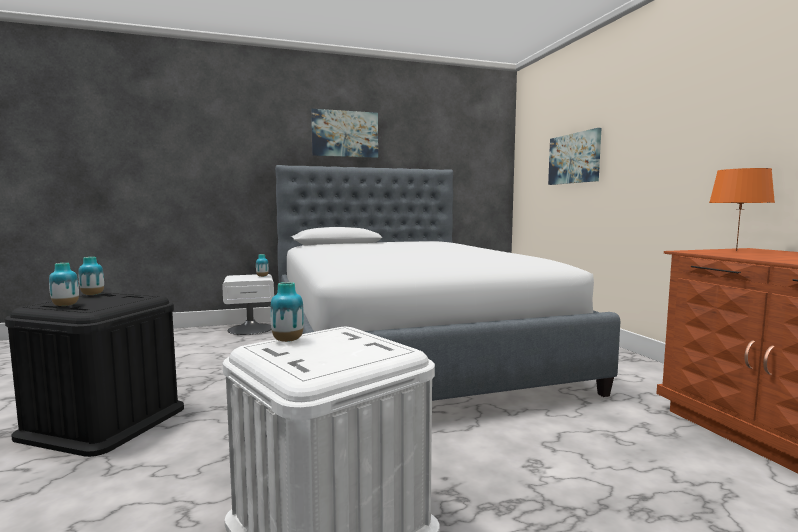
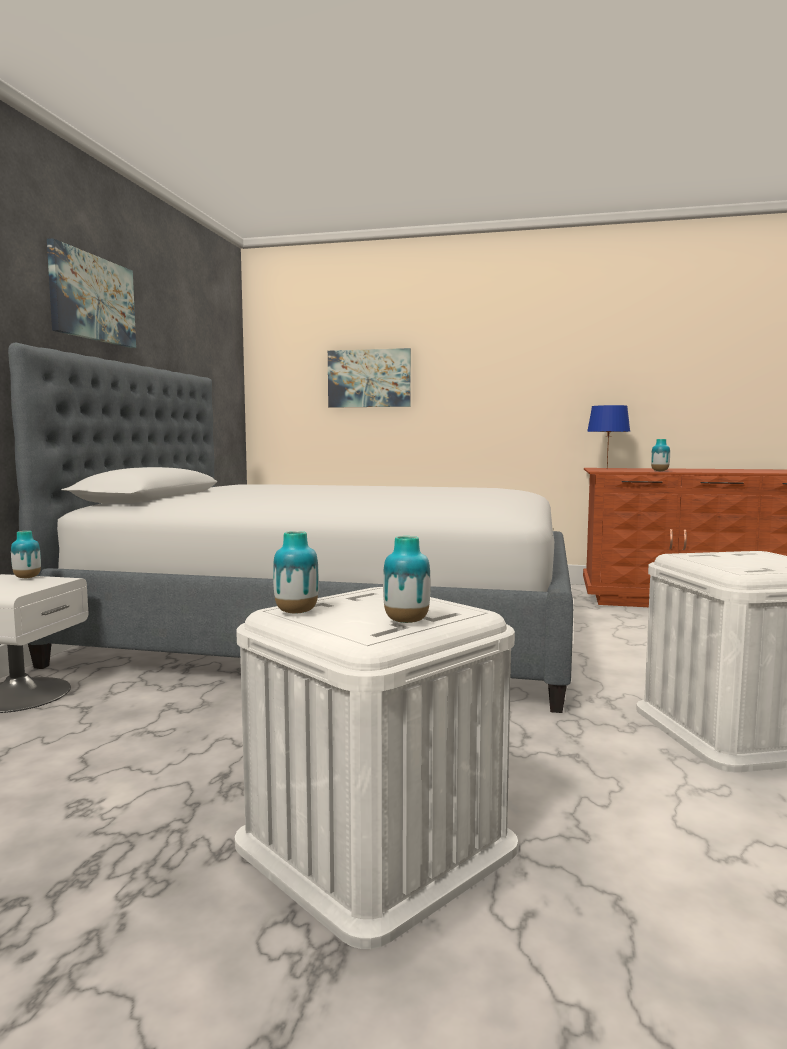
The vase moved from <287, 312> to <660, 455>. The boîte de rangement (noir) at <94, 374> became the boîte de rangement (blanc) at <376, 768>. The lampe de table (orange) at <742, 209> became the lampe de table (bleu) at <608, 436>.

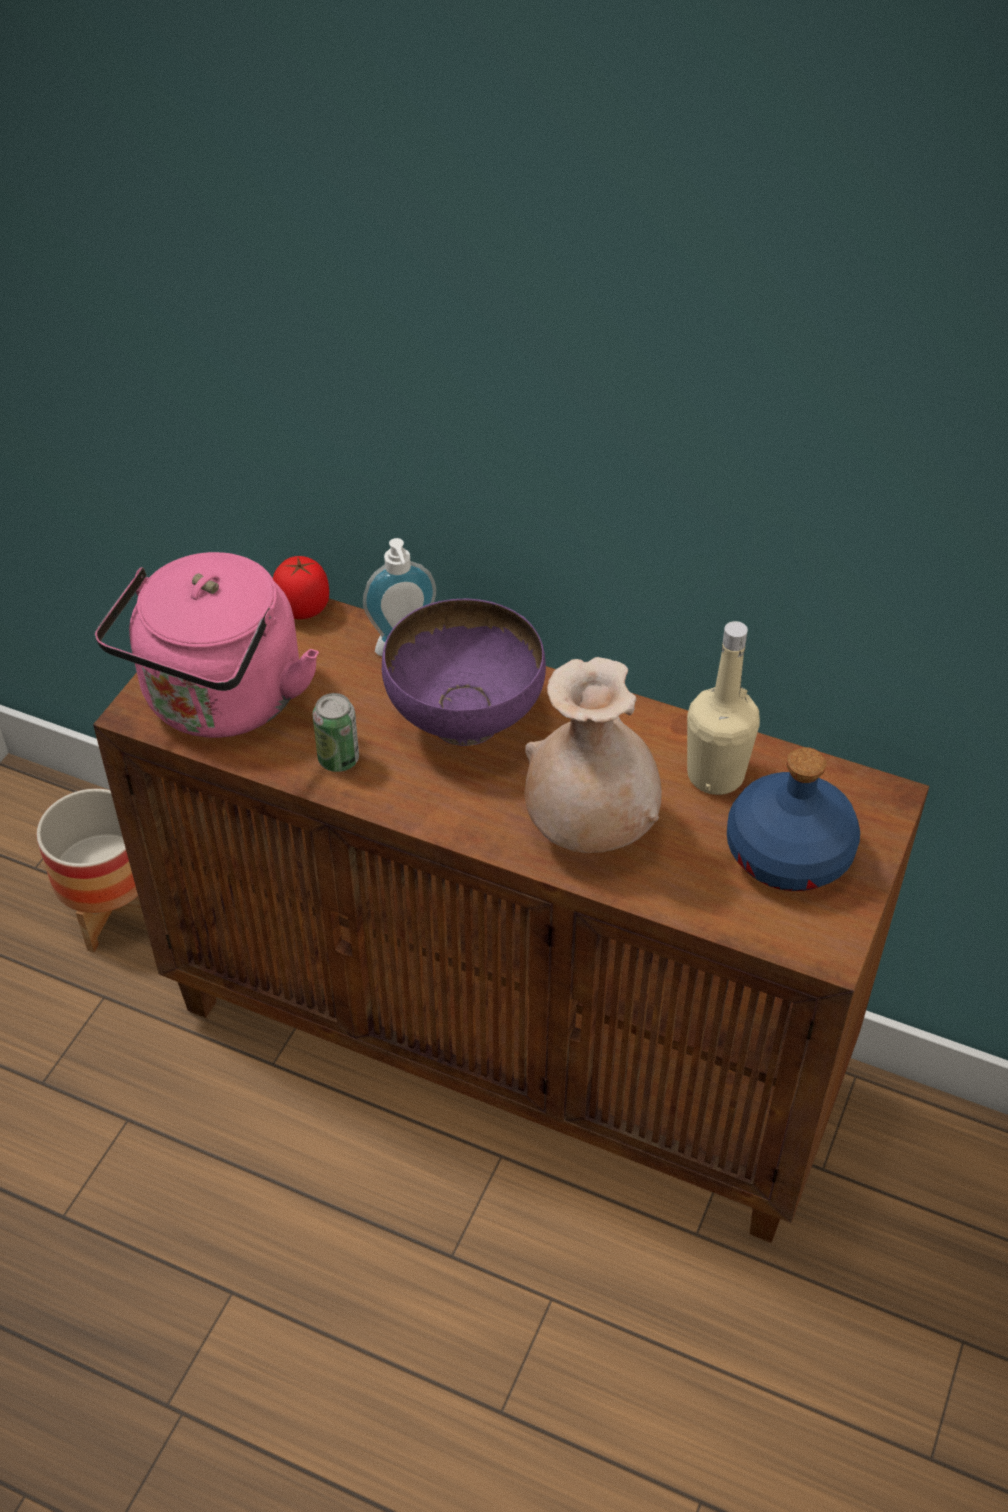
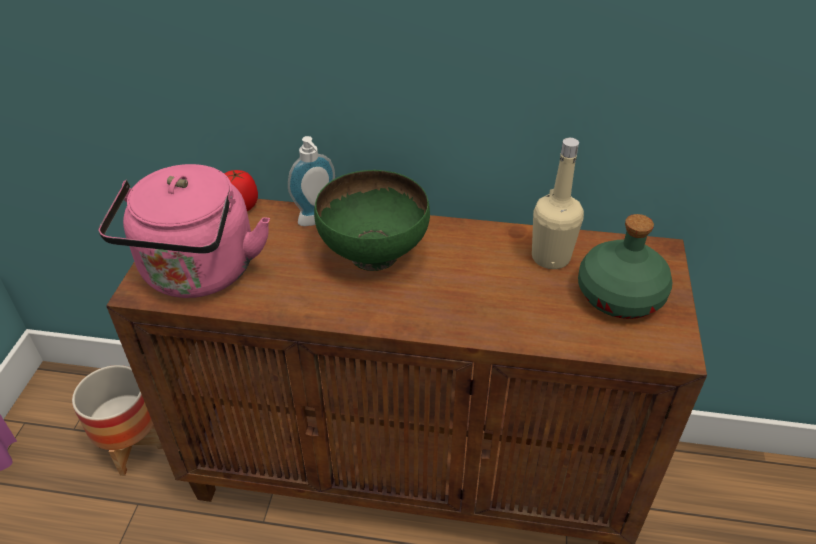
The boîte métallique at <336, 732> disappeared. The vase (beige) at <593, 755> disappeared. The bol (violet) at <464, 672> became the bol (vert) at <372, 220>. The bouteille (bleu) at <793, 819> became the bouteille (vert) at <625, 266>.

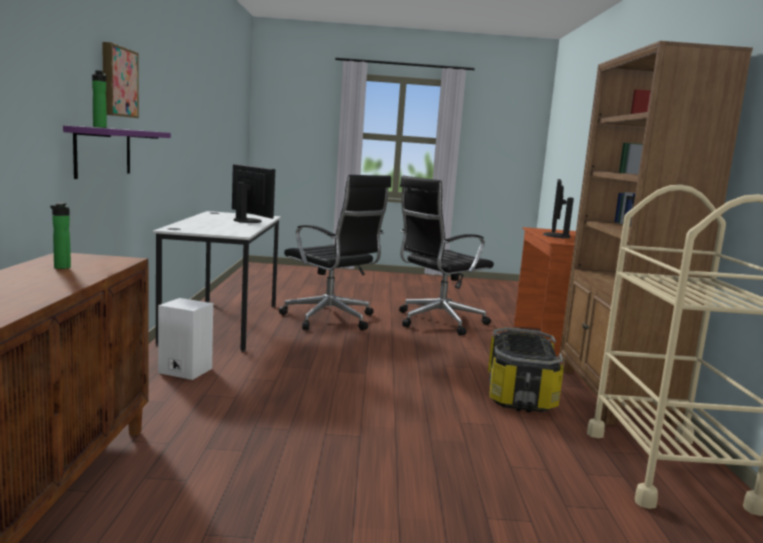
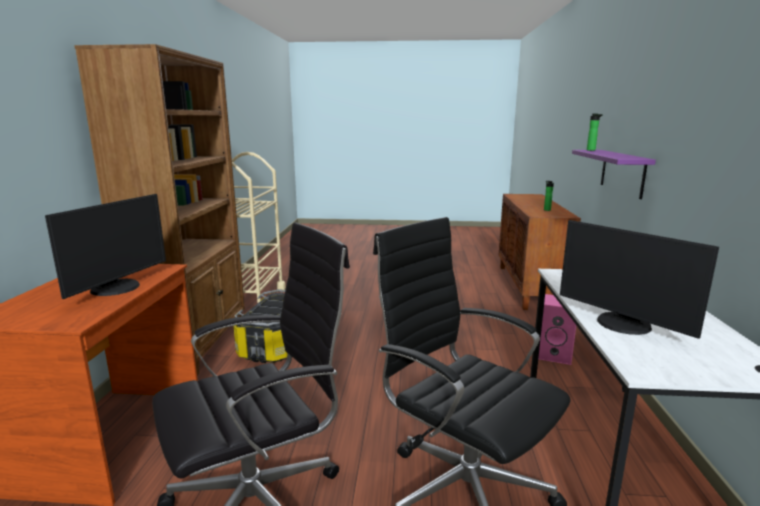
The tableau at <120, 80> disappeared. The enceinte (blanc) at <185, 339> became the enceinte (rose) at <557, 329>.

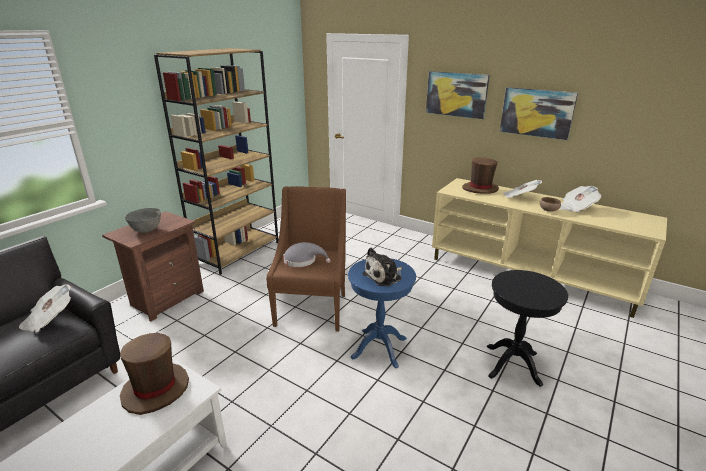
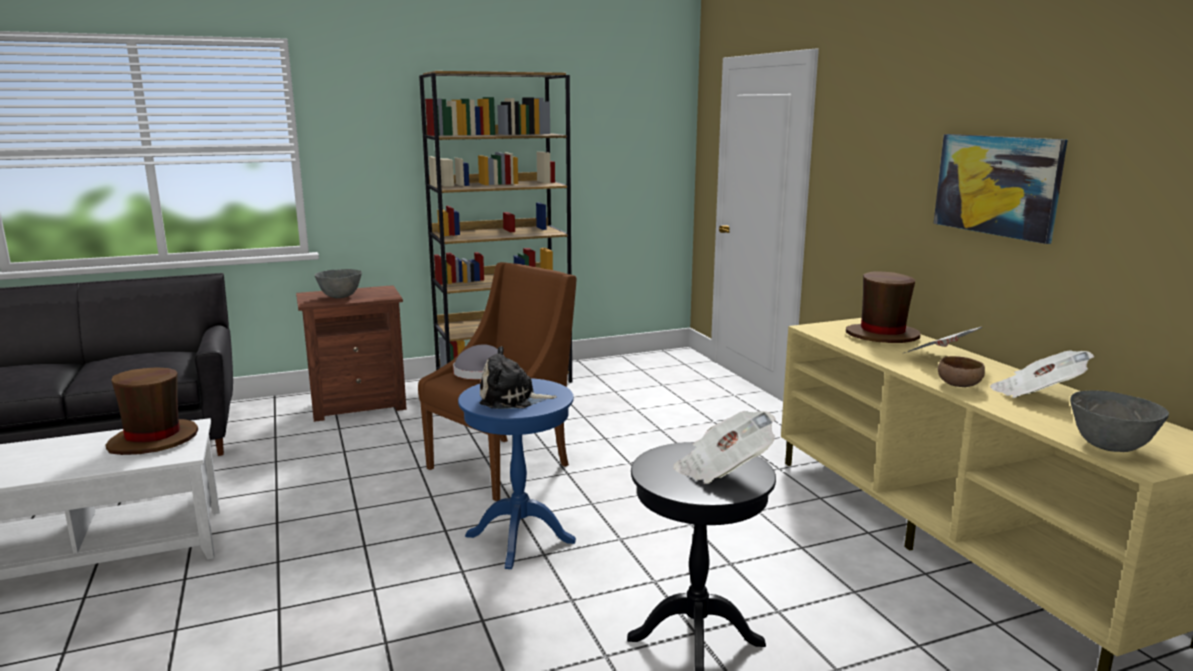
The tableau at <458, 95> disappeared. The bol (gris) at <1119, 421> appeared. The journal moved from <45, 308> to <725, 447>.

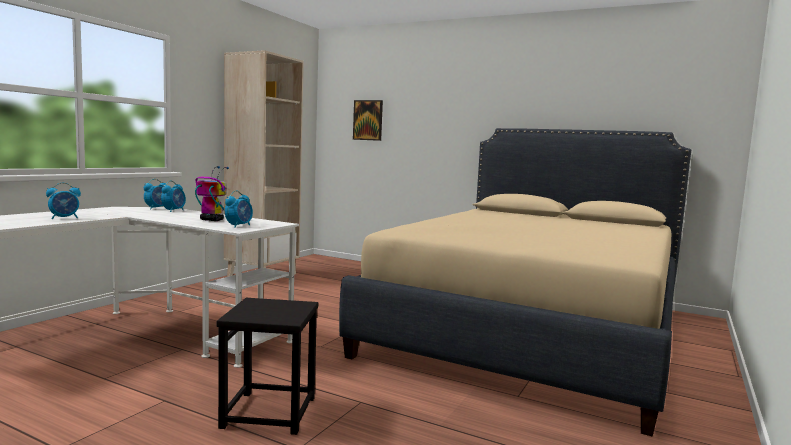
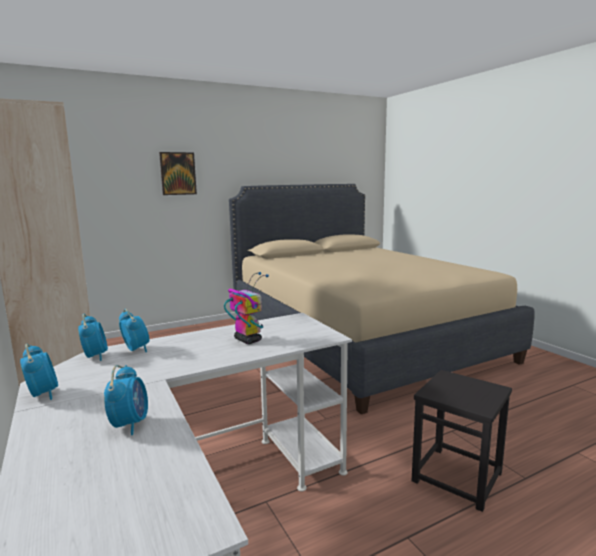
The réveil moved from <239, 209> to <39, 372>. The tableau moved from <368, 120> to <178, 173>. The robot jouet at <212, 193> turned 90 degrees clockwise.

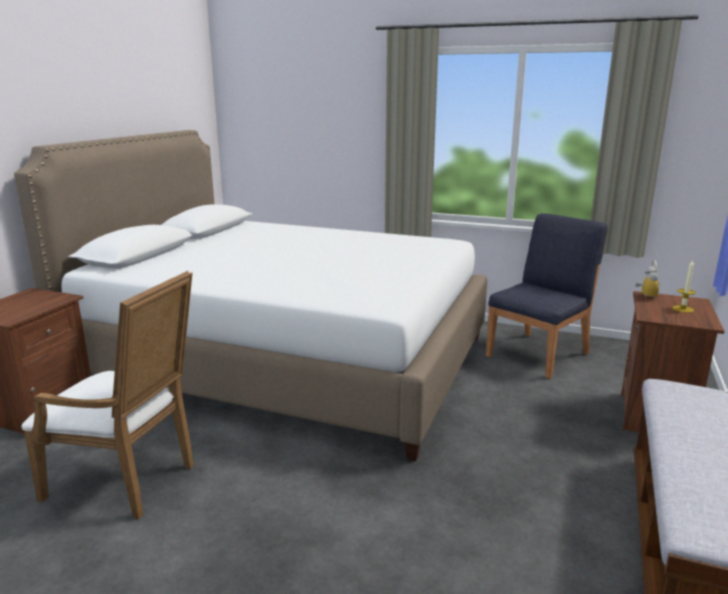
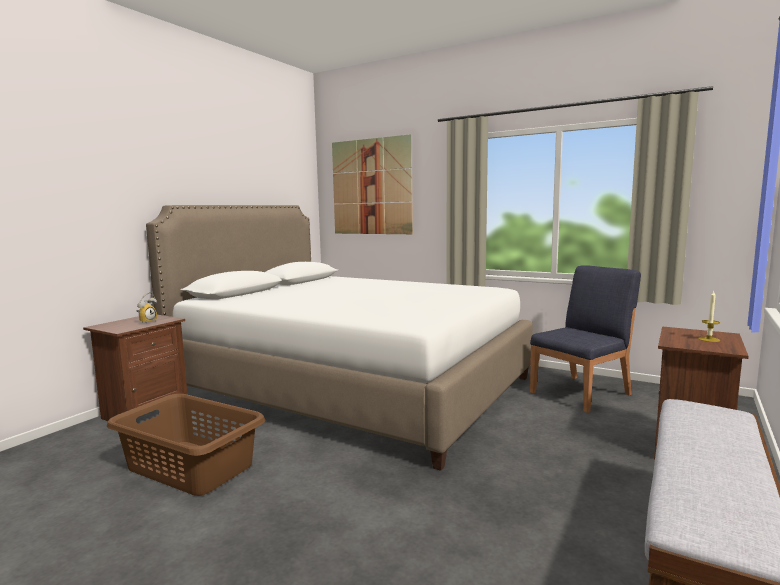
The tableau at <372, 184> appeared. The réveil moved from <647, 280> to <147, 308>. The fauteuil (blanc) at <108, 395> was replaced by the panier à linge (marron) at <186, 445>.

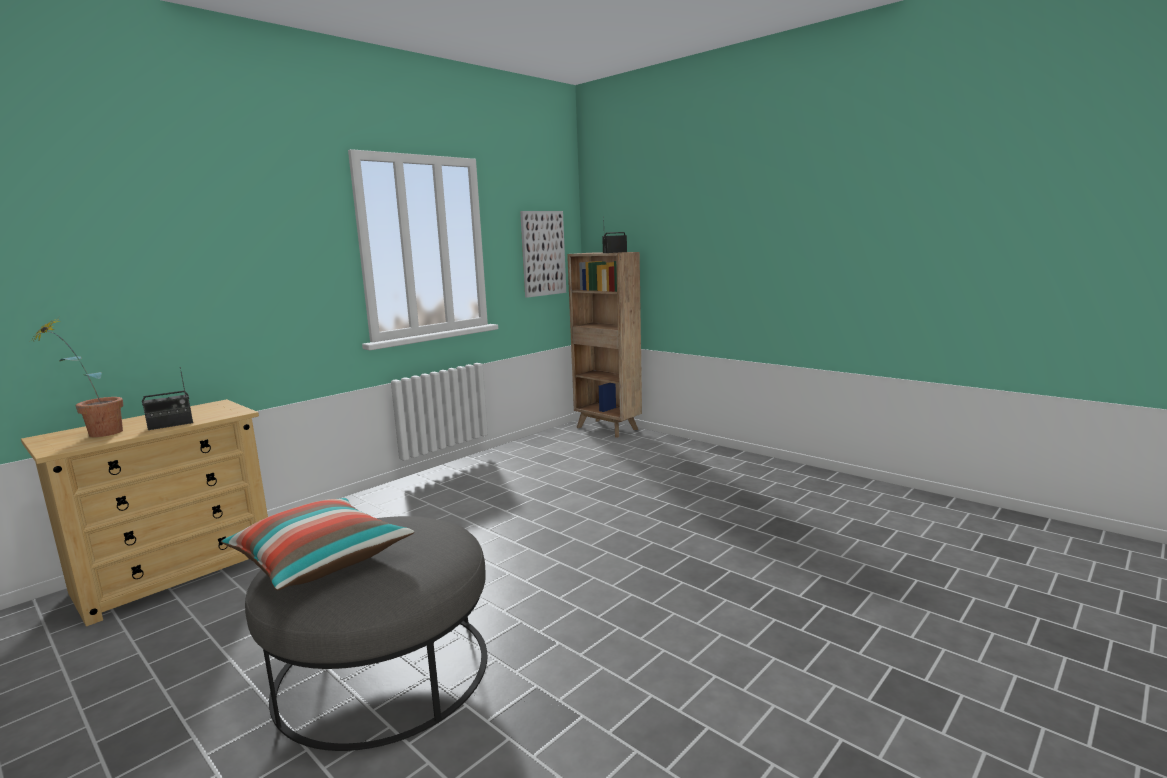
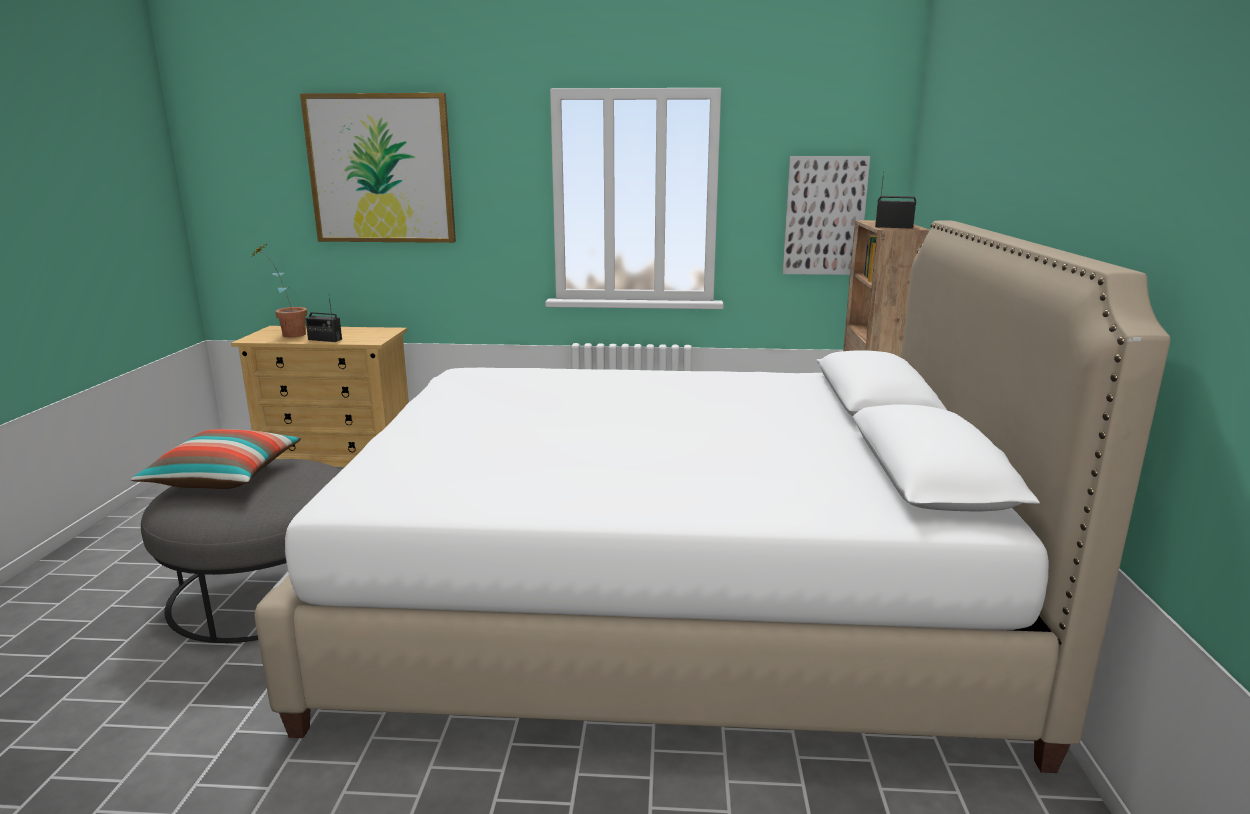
The lit (blanc) at <712, 496> appeared. The tableau at <378, 168> appeared.

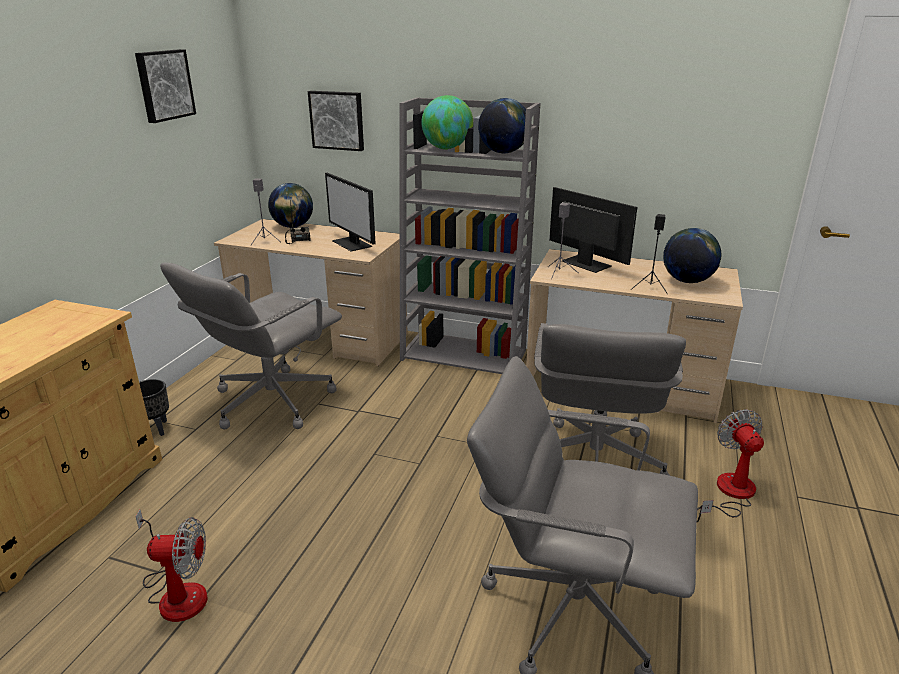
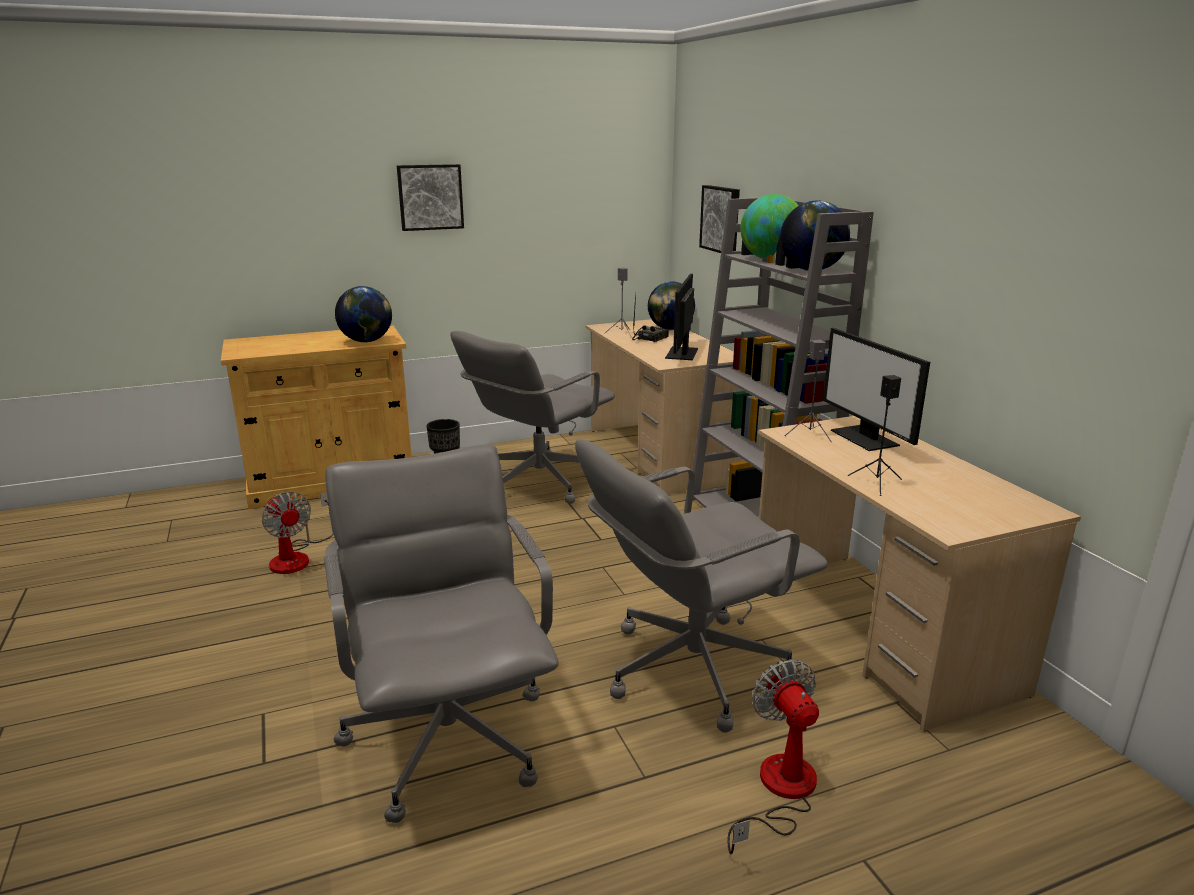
The tableau moved from <165, 86> to <430, 197>. The globe moved from <692, 255> to <363, 314>. The chaise de bureau (gris) at <251, 345> turned 45 degrees counterclockwise. The écran d'ordinateur at <593, 230> turned 150 degrees clockwise. The ventilateur at <730, 466> turned 60 degrees counterclockwise.

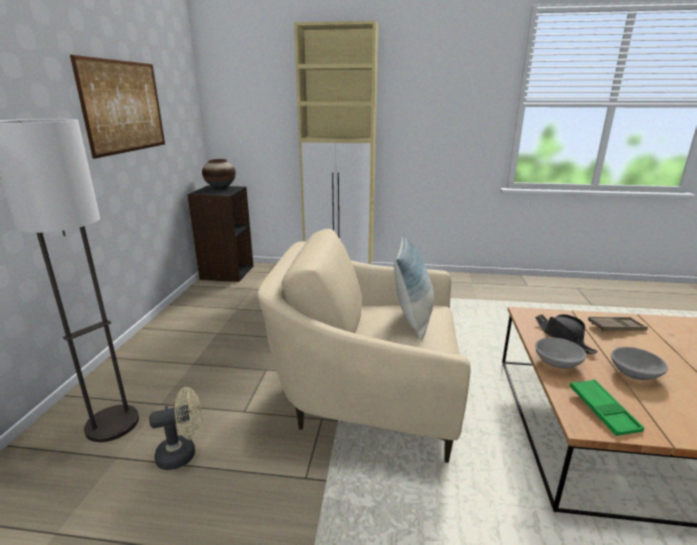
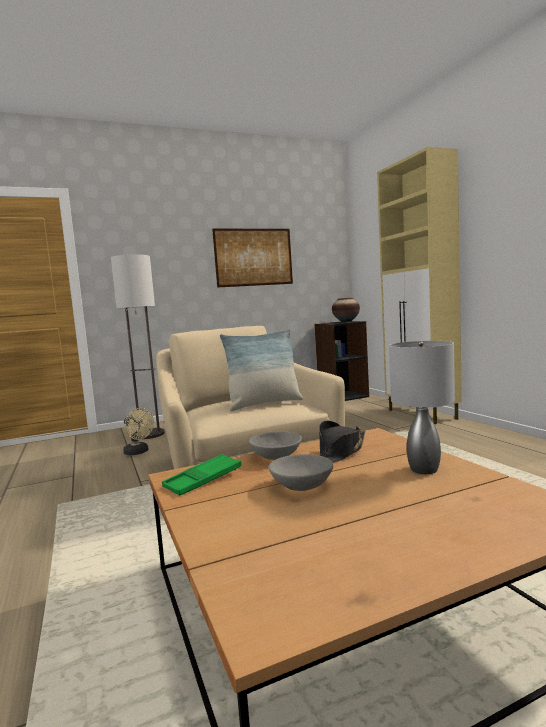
The plateau (marron) at <618, 324> was replaced by the lampe de table (gris) at <422, 407>.

